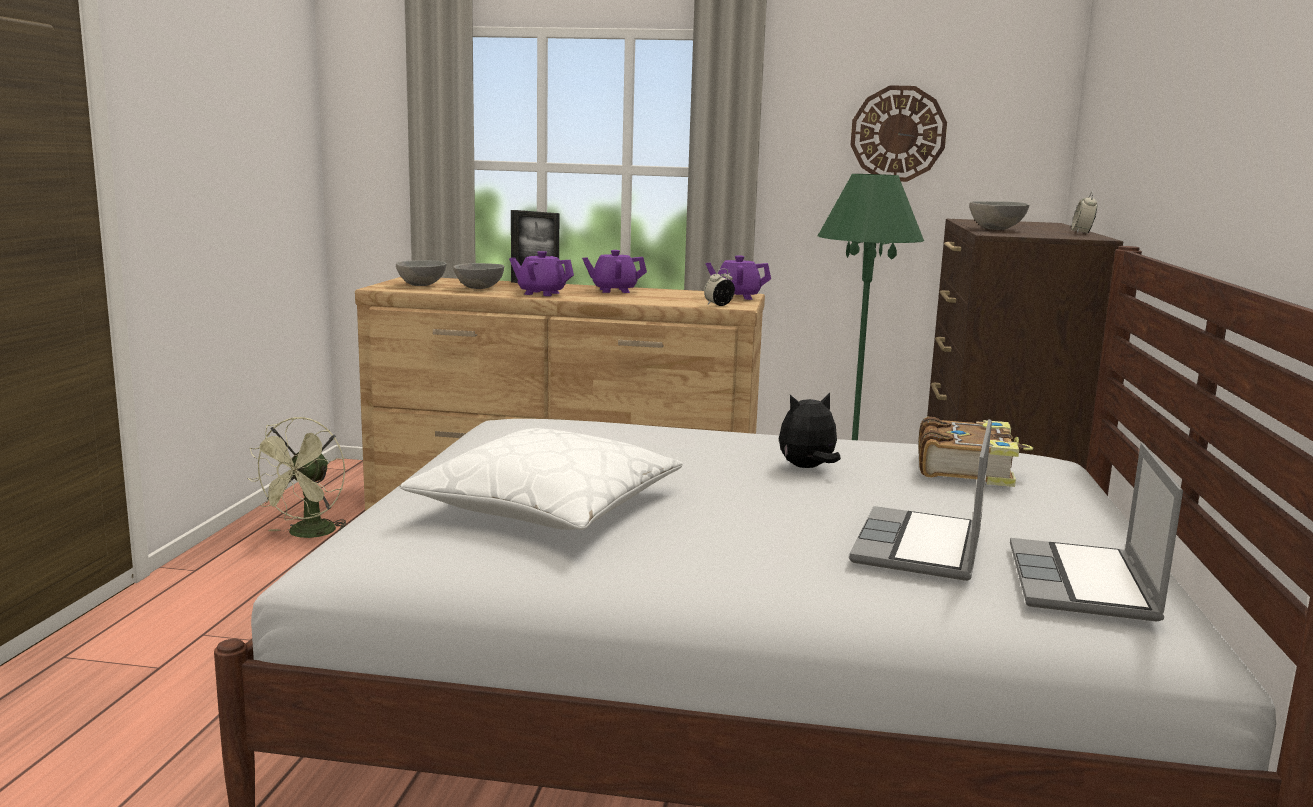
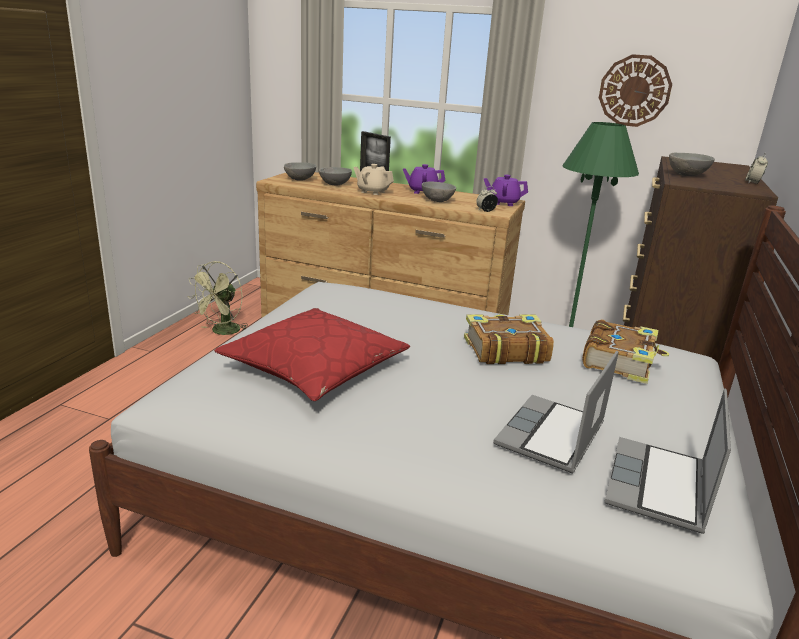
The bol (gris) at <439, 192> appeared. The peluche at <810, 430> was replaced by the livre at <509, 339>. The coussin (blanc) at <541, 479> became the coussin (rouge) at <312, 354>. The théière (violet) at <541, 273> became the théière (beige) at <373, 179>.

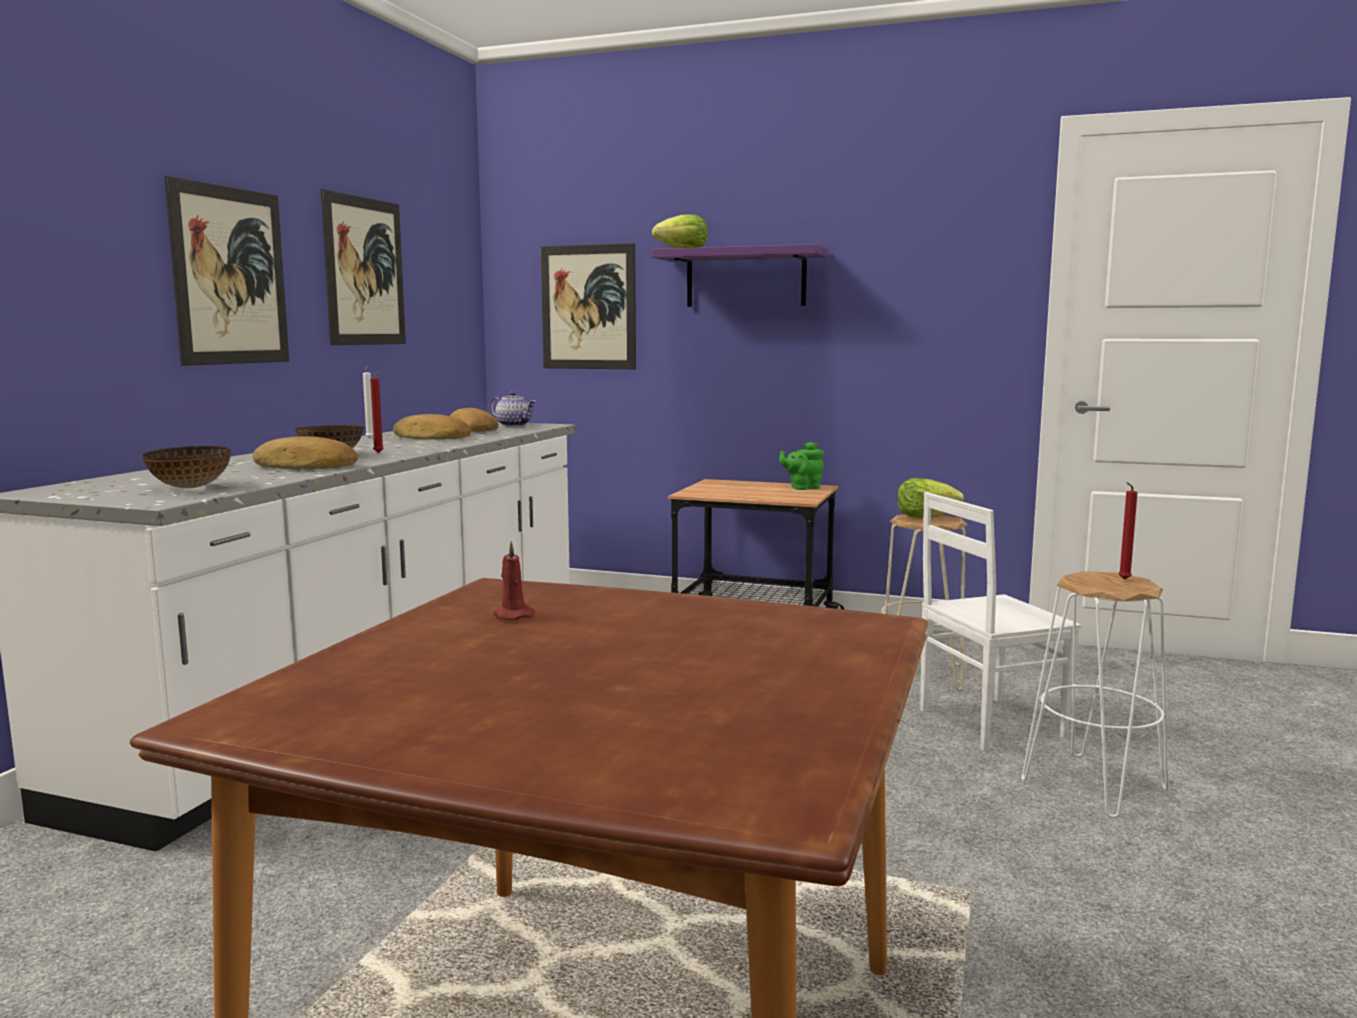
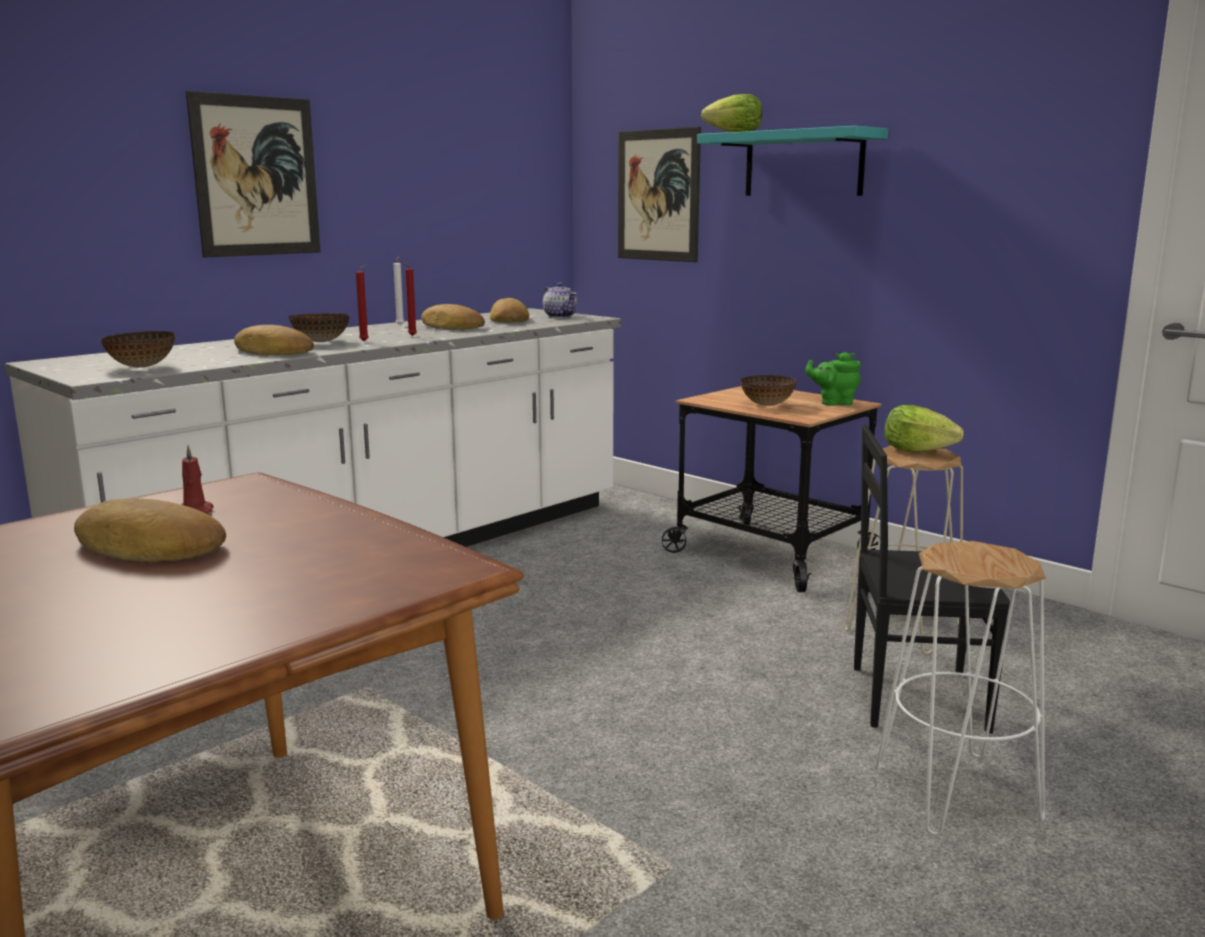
The tableau at <363, 267> disappeared. The pain at <150, 530> appeared. The bol at <768, 390> appeared. The bougie (rouge) moved from <1128, 531> to <409, 299>. The étagère (violet) at <739, 275> became the étagère (turquoise) at <792, 161>. The chaise (blanc) at <1000, 621> became the chaise (noir) at <932, 579>.

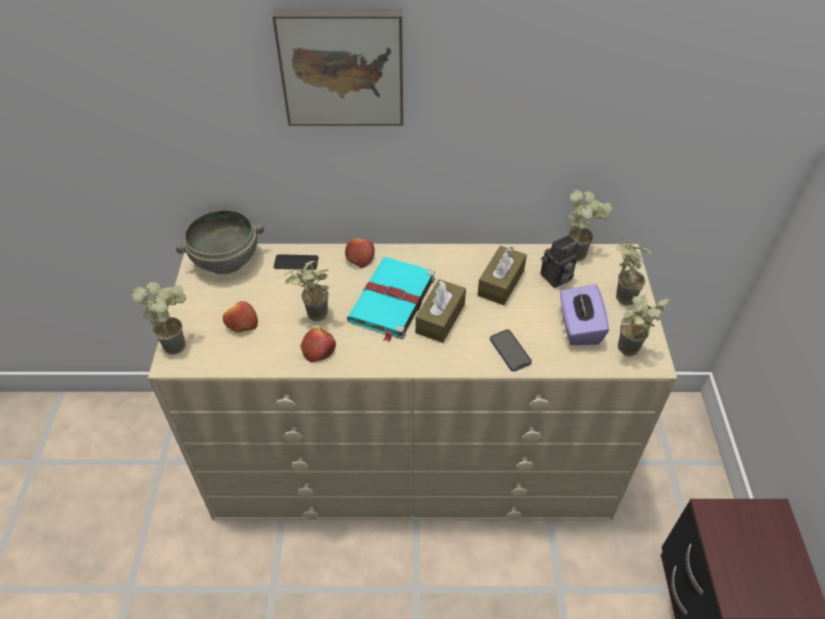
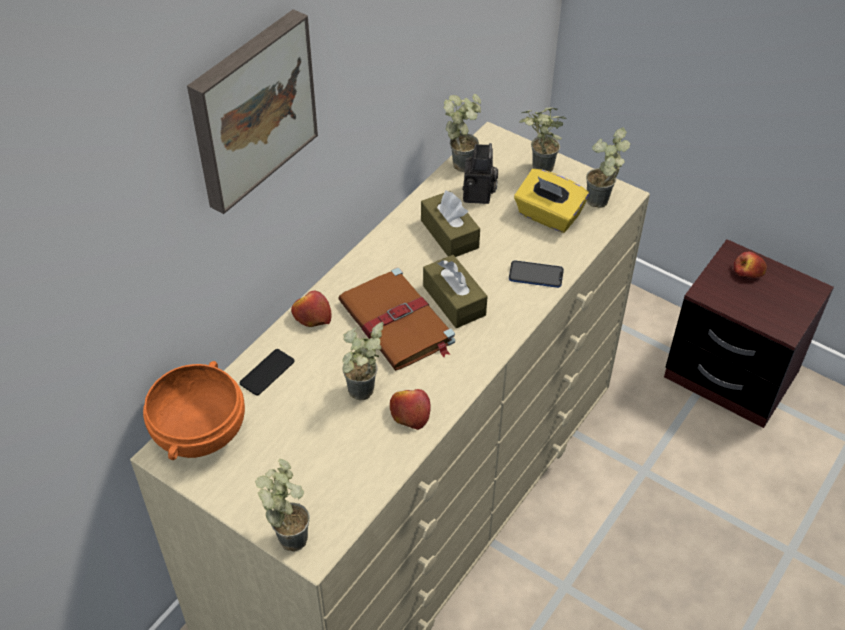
The pomme moved from <240, 316> to <750, 265>. The bol (gris) at <220, 242> became the bol (orange) at <194, 410>. The livre (turquoise) at <391, 299> became the livre (marron) at <396, 319>. The boîte à mouchoirs (violet) at <584, 314> became the boîte à mouchoirs (jaune) at <551, 201>.

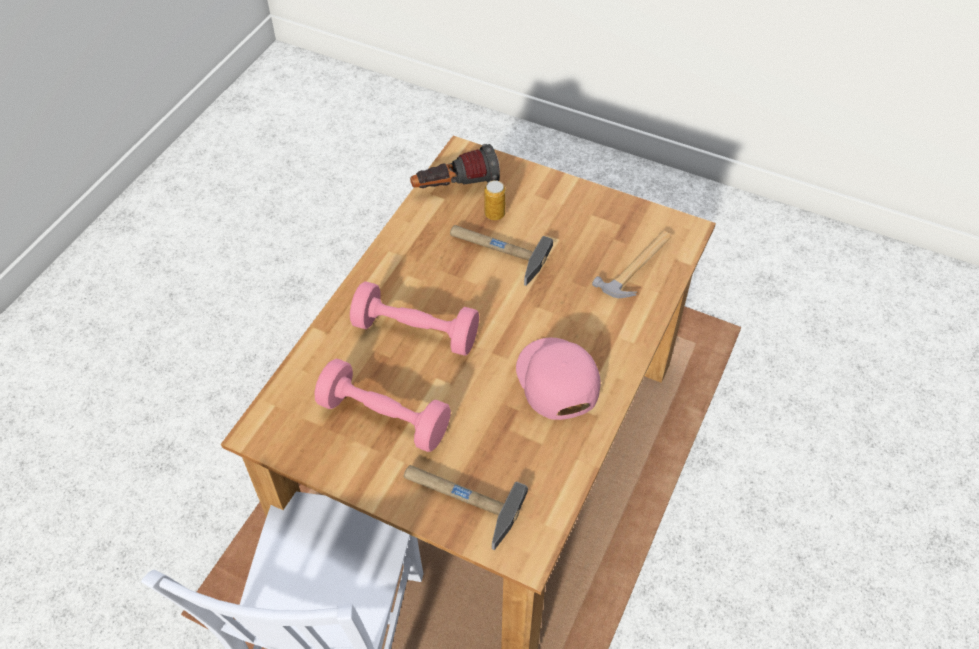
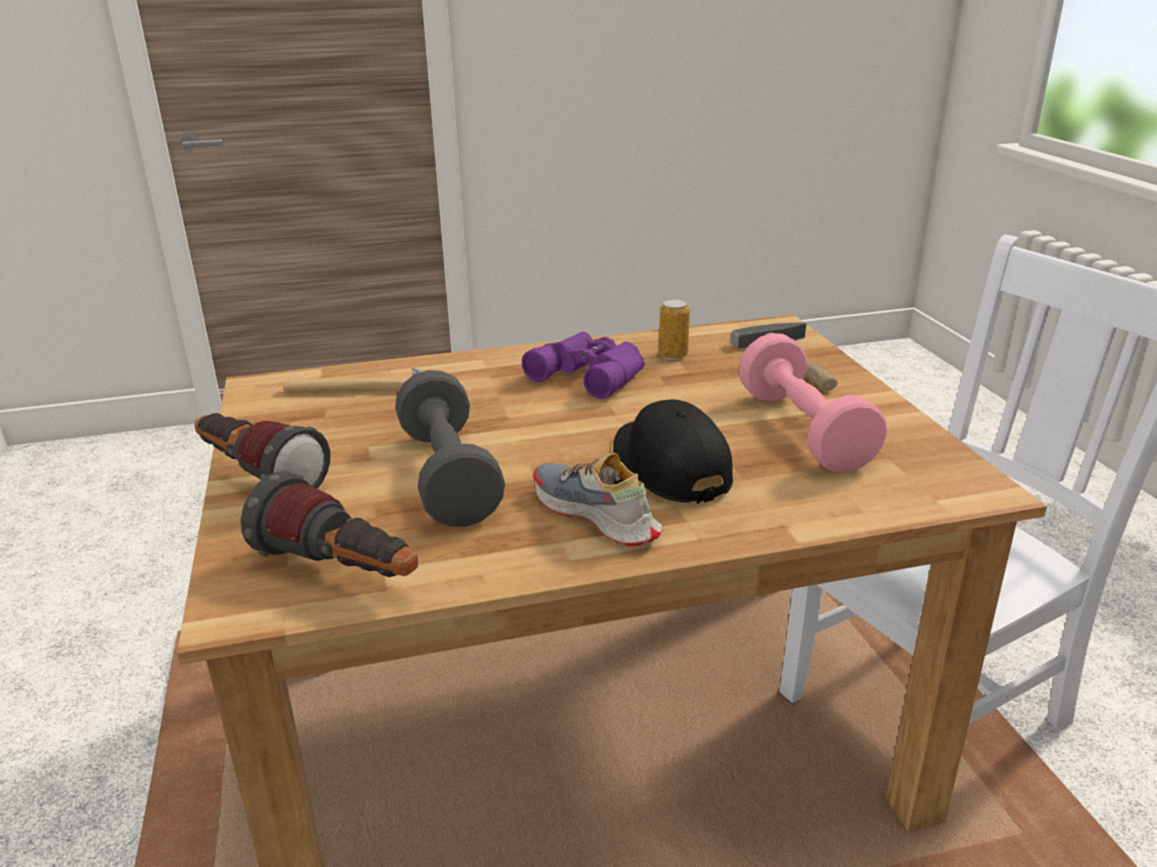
The lampe de poche at <262, 451> appeared. The chaussure at <598, 499> appeared. The boîte métallique moved from <495, 200> to <674, 329>. The haltère (rose) at <414, 318> was replaced by the casquette (noir) at <673, 451>. The marteau at <501, 255> was replaced by the haltère (gris) at <450, 448>. The casquette (rose) at <558, 379> was replaced by the jumelles (violet) at <583, 365>.

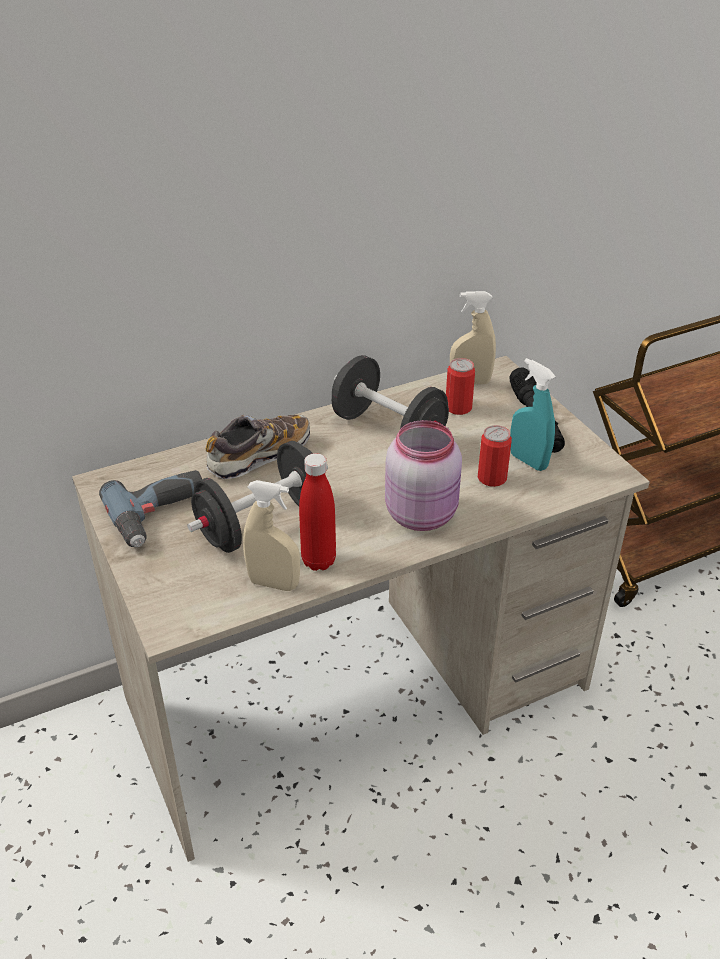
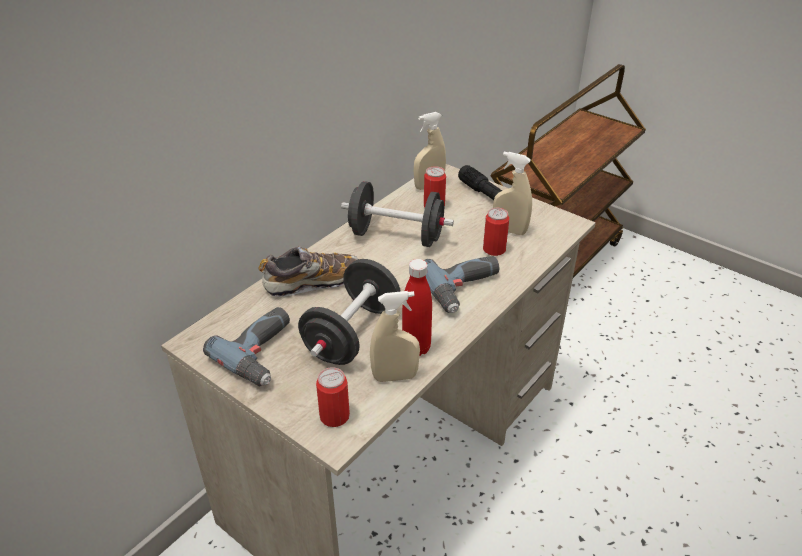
The boîte métallique at <333, 397> appeared. The bocal (rose) at <423, 475> was replaced by the perceuse at <461, 284>. The vaporisateur (turquoise) at <533, 414> became the vaporisateur (beige) at <512, 193>. The chaussure at <257, 447> turned 45 degrees clockwise.

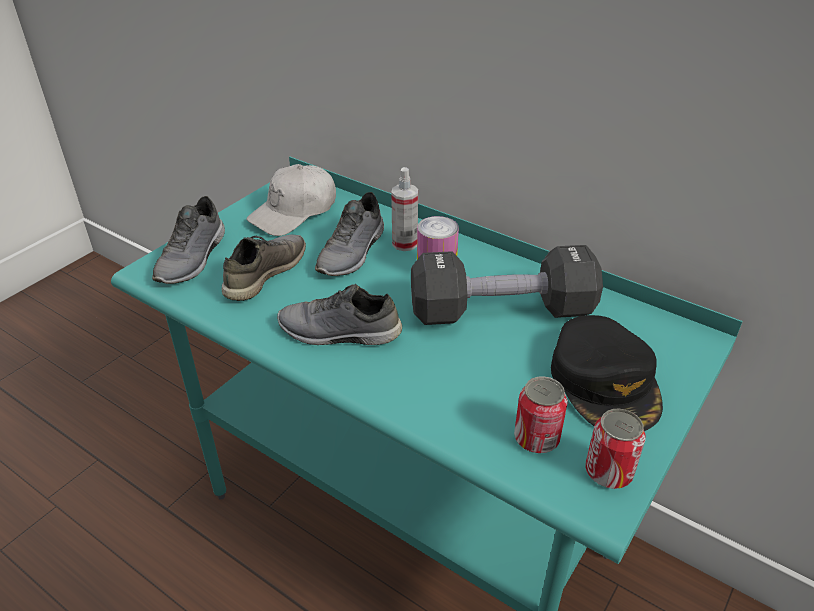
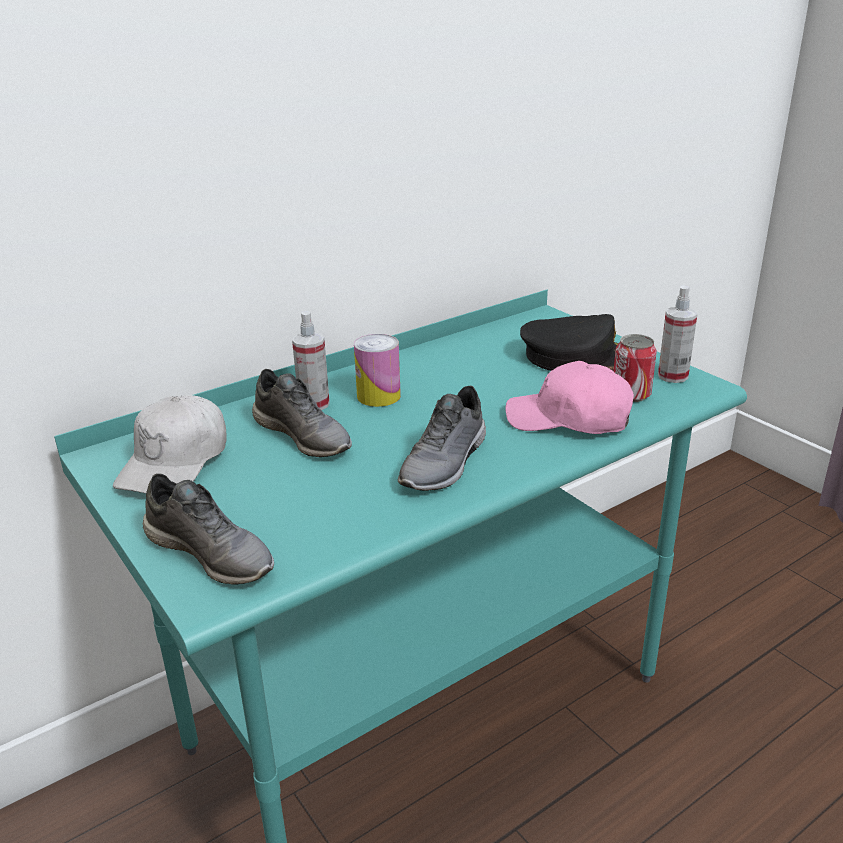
The chaussure (gris) at <264, 267> disappeared. The haltère (noir) at <507, 285> disappeared. The casquette (rose) at <569, 397> appeared. The boîte métallique at <615, 448> was replaced by the vaporisateur at <677, 334>. The casquette (blanc) at <291, 200> turned 45 degrees clockwise.

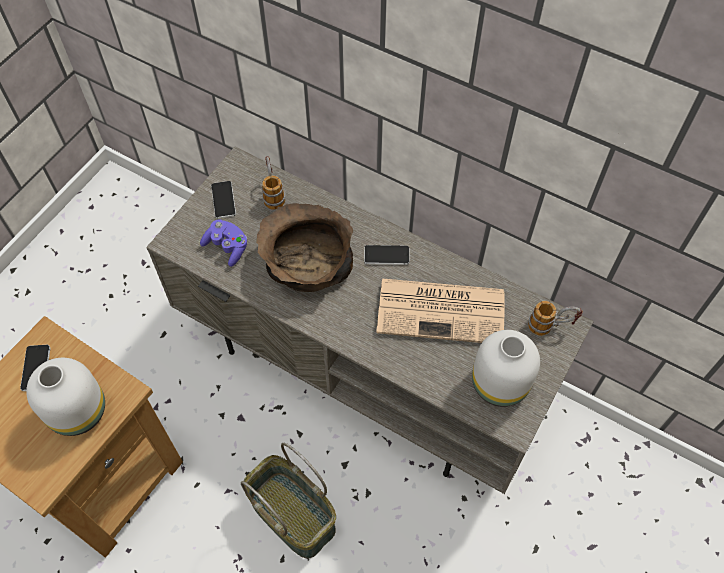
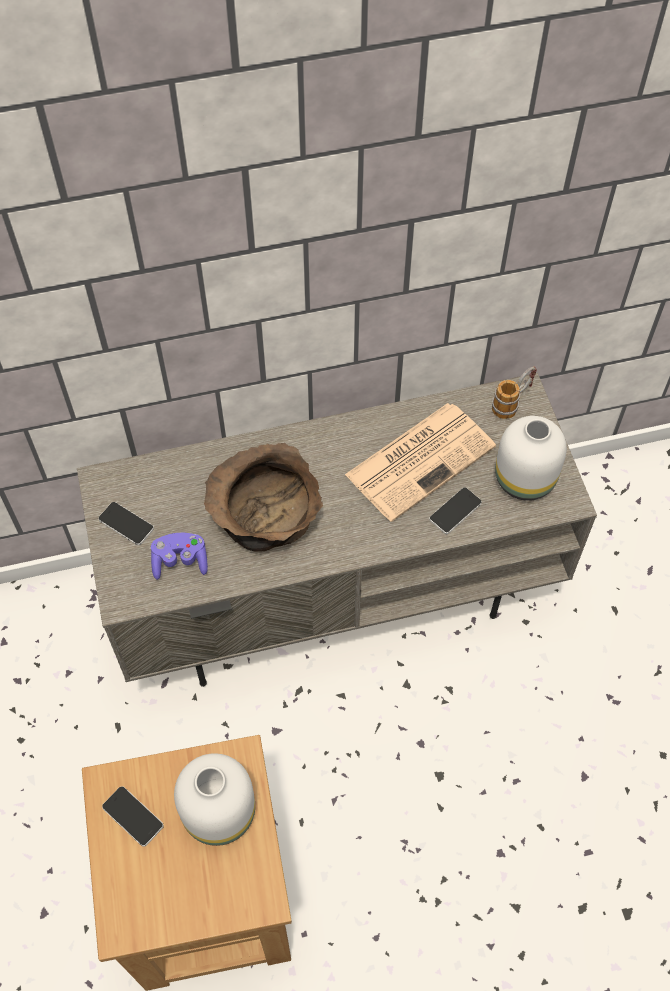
The panier at <288, 500> disappeared. The mug at <273, 182> disappeared. The téléphone moved from <387, 255> to <455, 510>.

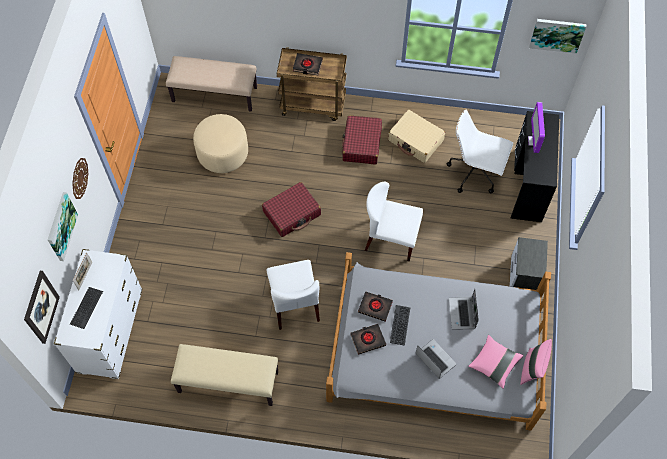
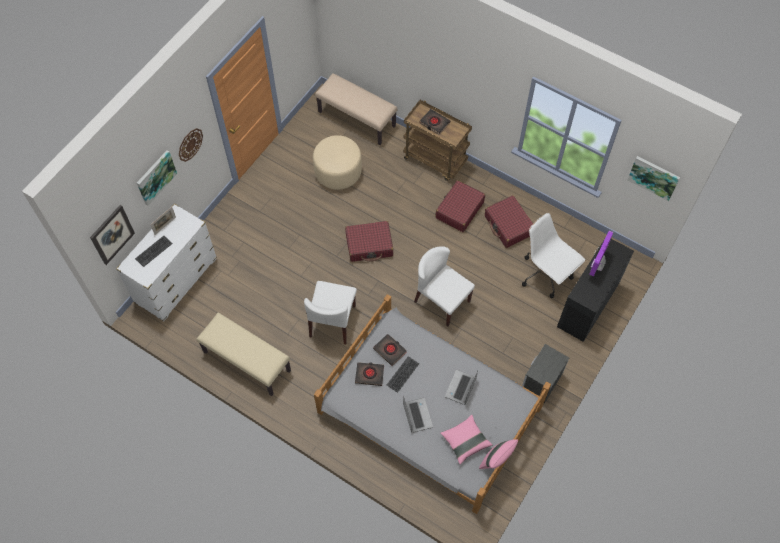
The valise (beige) at <417, 136> became the valise (rouge) at <509, 221>.

